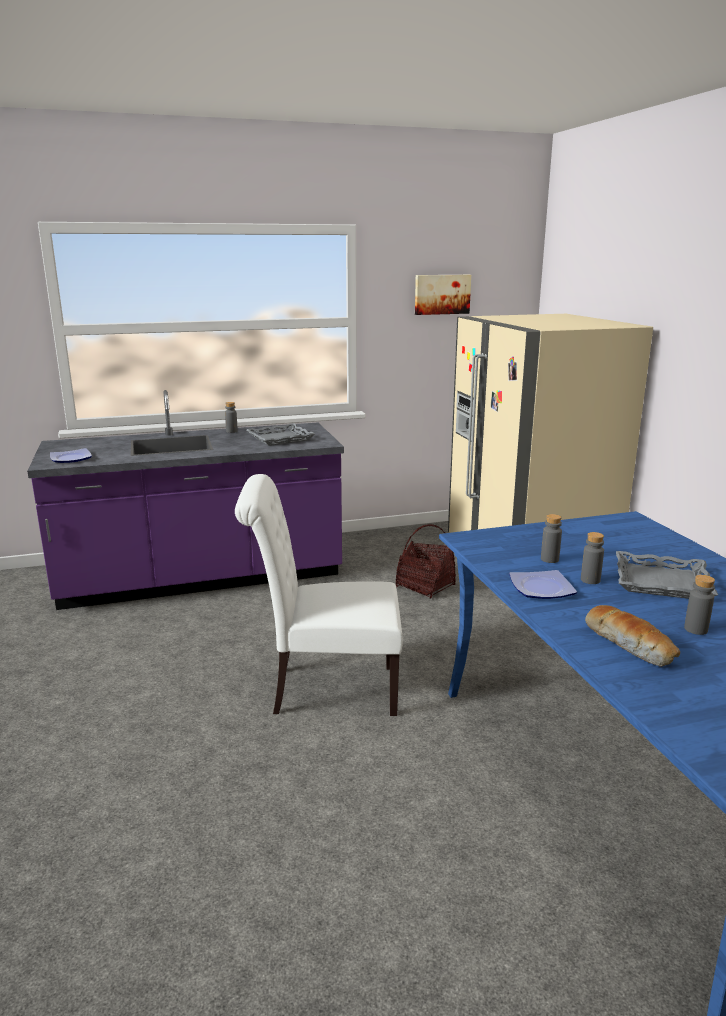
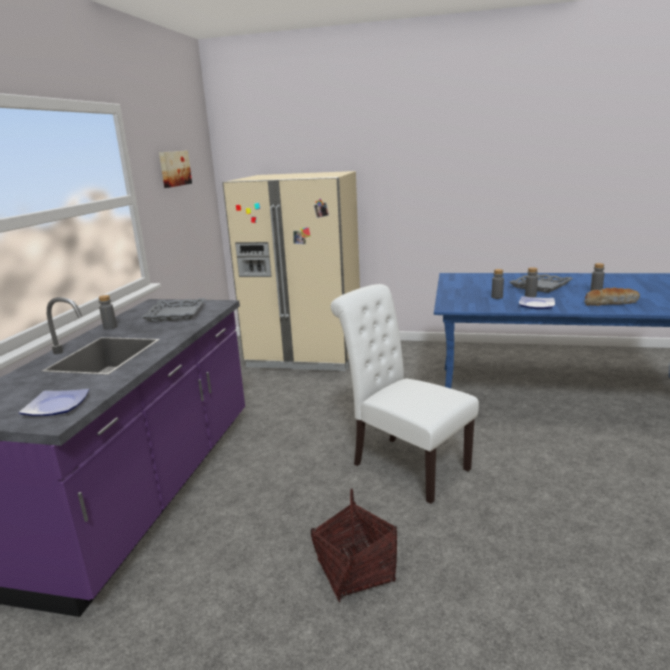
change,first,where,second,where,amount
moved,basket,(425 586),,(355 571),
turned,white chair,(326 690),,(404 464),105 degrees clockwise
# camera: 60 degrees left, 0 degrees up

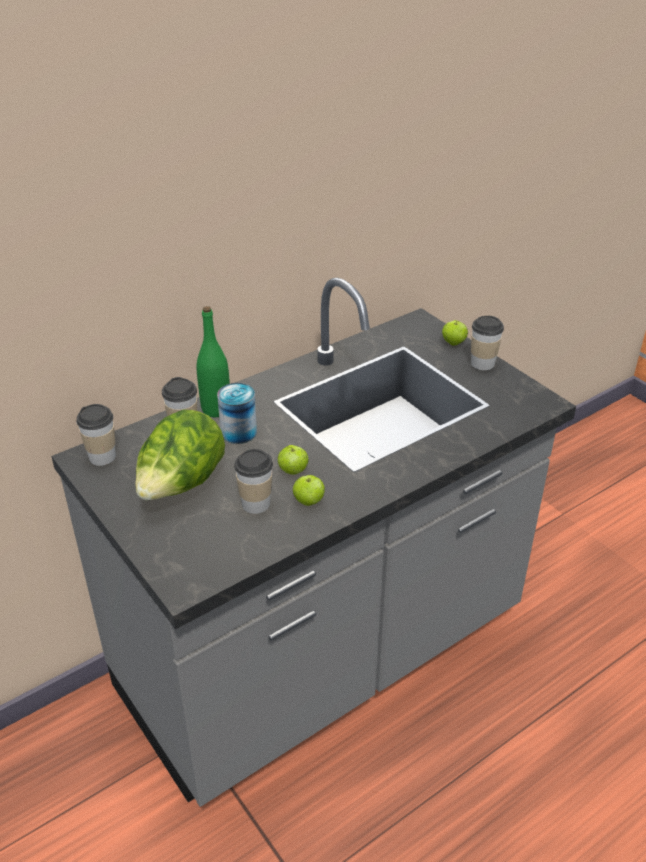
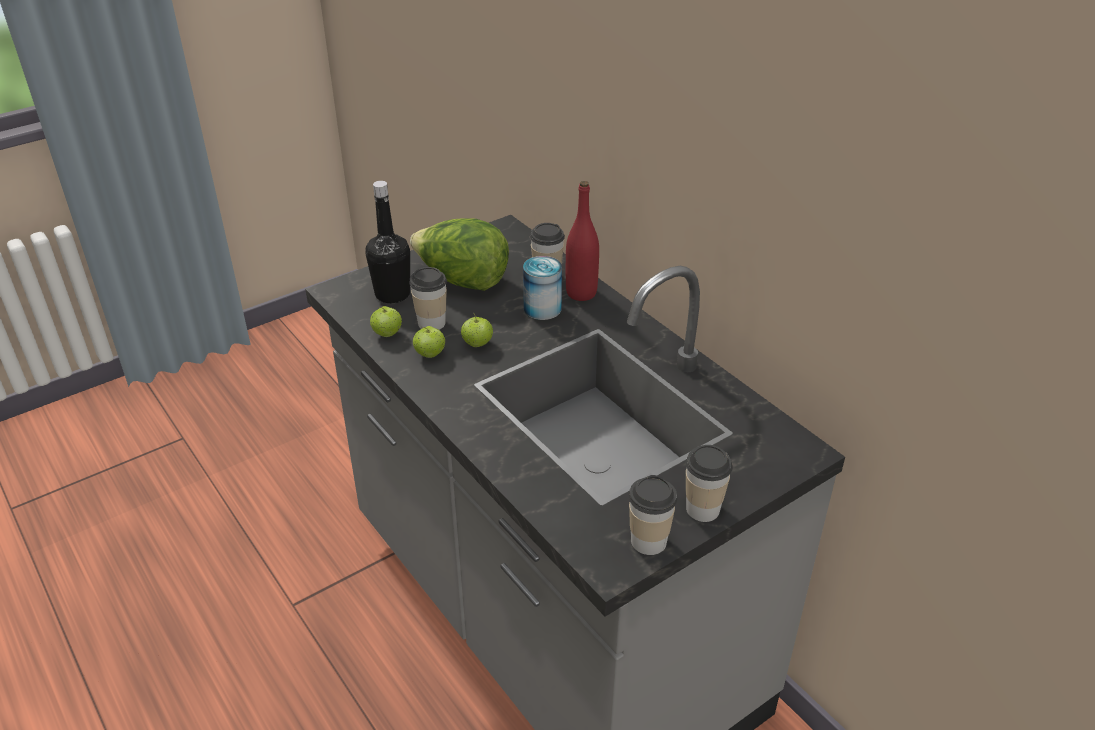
change,first,where,second,where,amount
added,,,black bottle,(392 294),
moved,cup,(102 457),,(648 541),
moved,apple,(453 343),,(387 334),
recoloured,green bottle,(216 409),red bottle,(581 293),
# camera: 90 degrees right, 0 degrees up

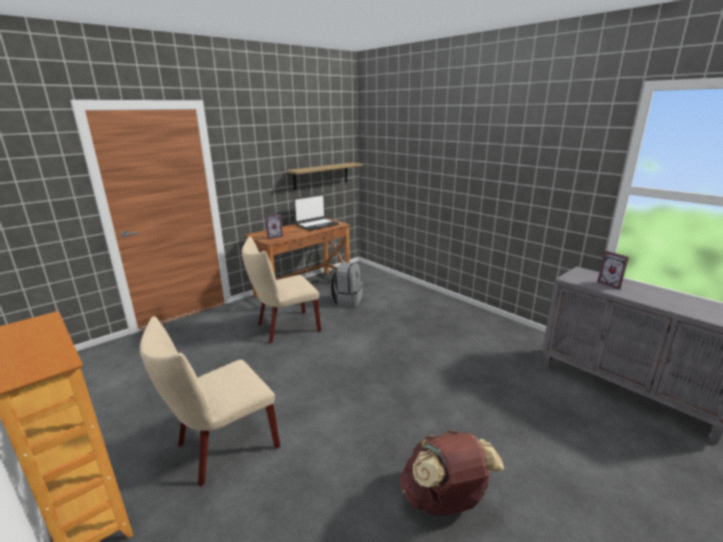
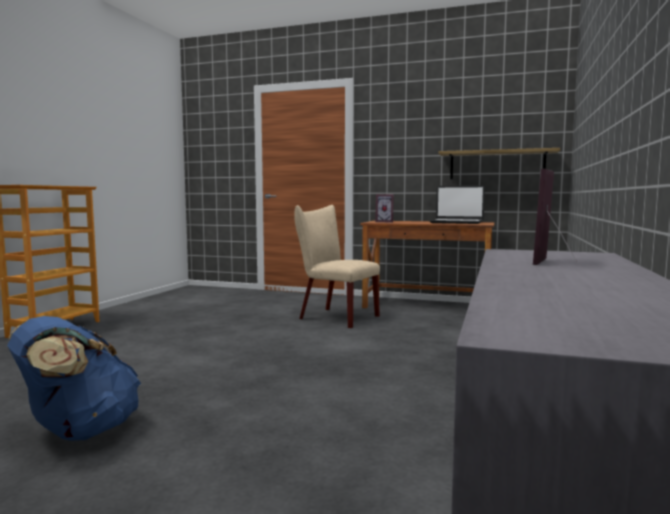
change,first,where,second,where,amount
removed,beige chair,(221 448),,,
removed,grey backpack,(347 300),,,
recoloured,brown backpack,(444 501),blue backpack,(79 432),
# camera: 60 degrees right, 15 degrees down

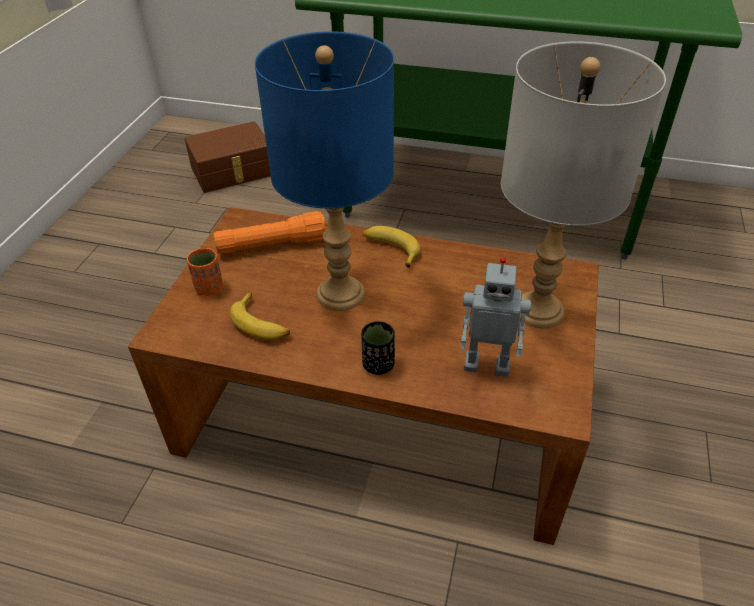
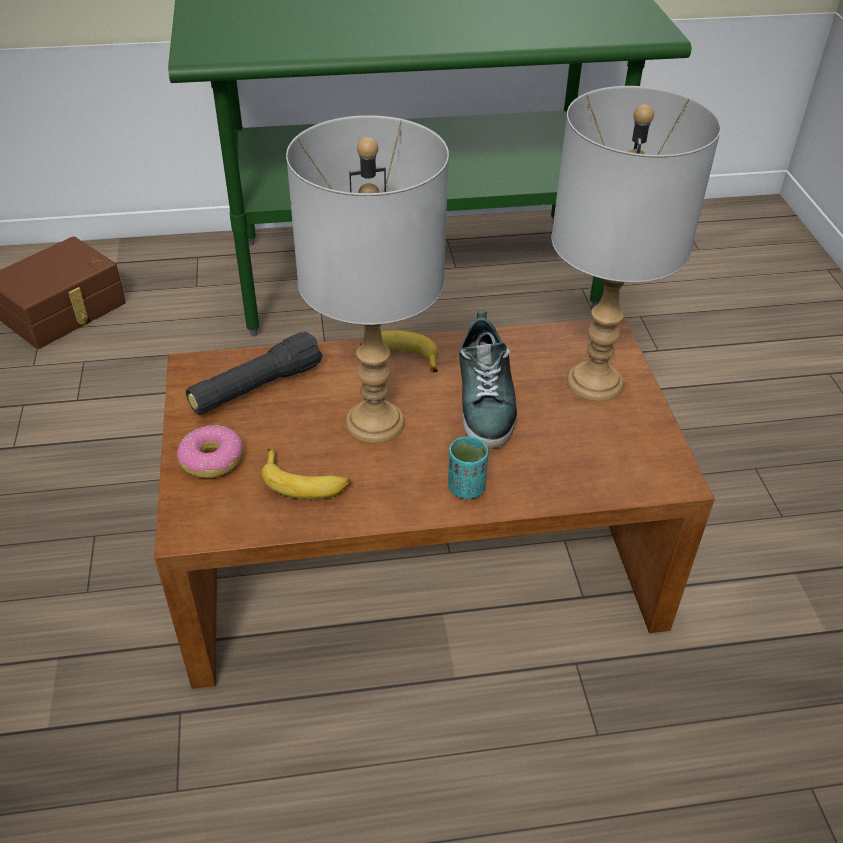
change,first,where,second,where,amount
removed,toy robot,(487 364),,,
added,,,shoe,(486 400),
replaced,orange cup,(209 288),donut,(212 459),
recoloured,orange flashlight,(272 245),black flashlight,(256 388),
recoloured,blue table lamp,(340 293),grey table lamp,(374 421),
recoloured,black cup,(378 365),turquoise cup,(466 487),
# camera: 25 degrees left, 0 degrees up

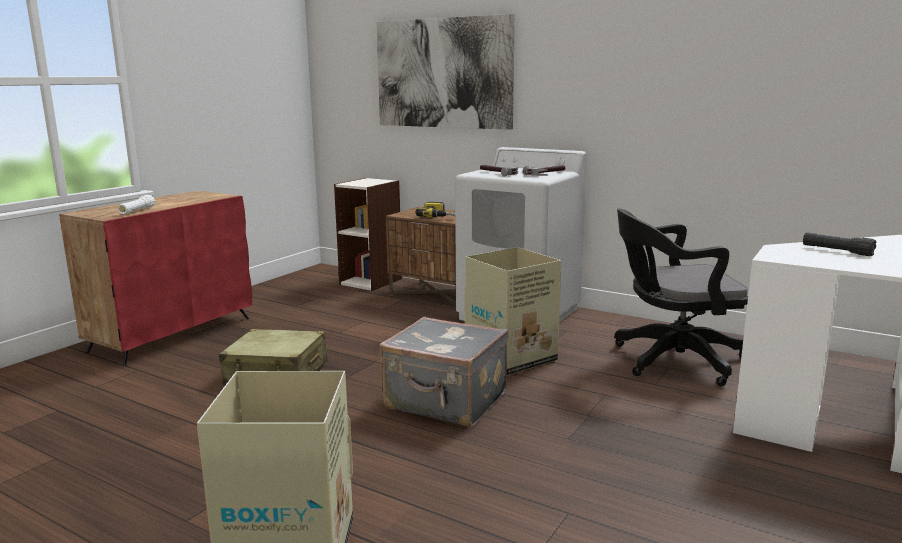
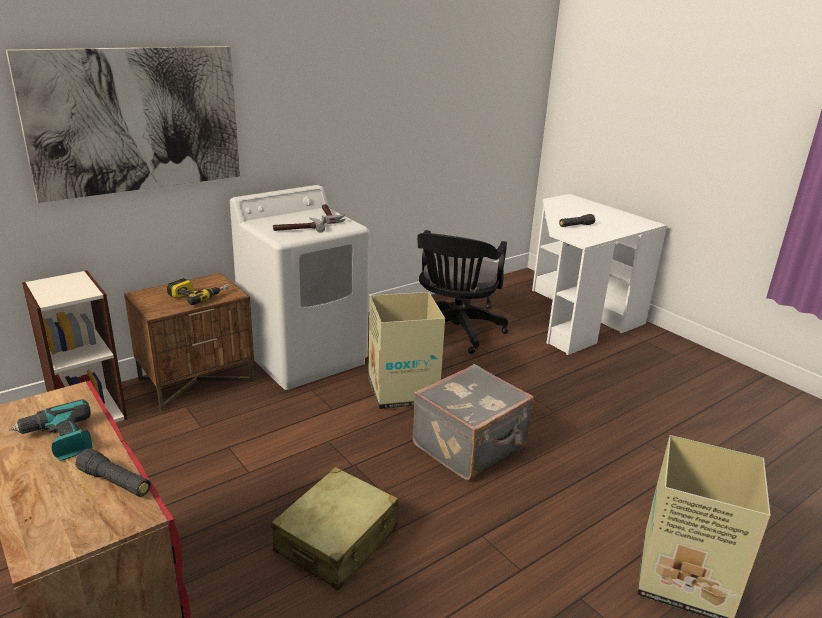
change,first,where,second,where,amount
added,,,power drill,(59 440),
recoloured,white flashlight,(137 211),black flashlight,(115 482),
# camera: 70 degrees left, 10 degrees up

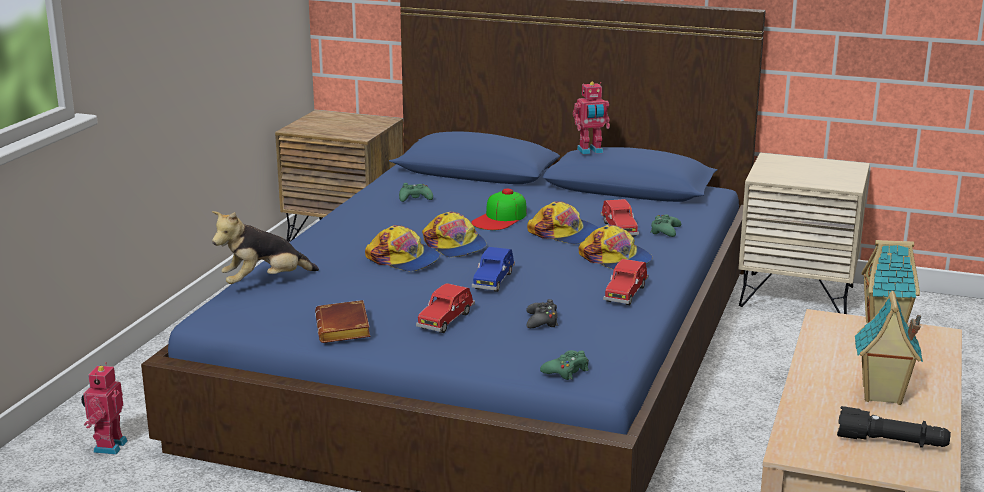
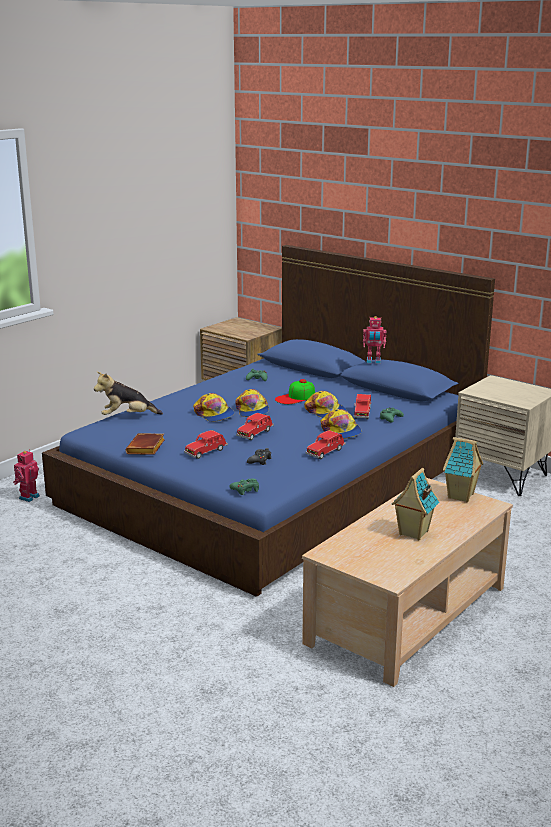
change,first,where,second,where,amount
removed,black flashlight,(891 443),,,
recoloured,blue toy car,(494 281),red toy car,(255 433),
# camera: 20 degrees right, 0 degrees up

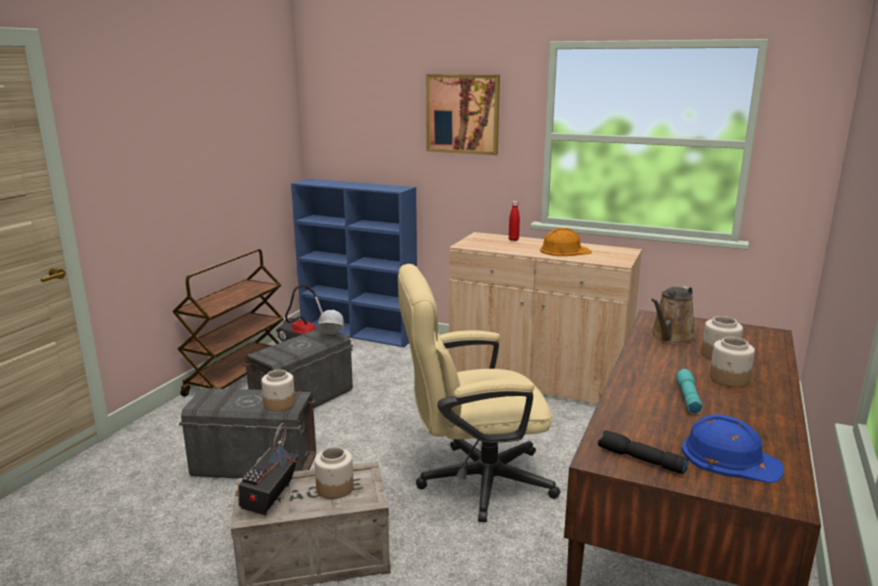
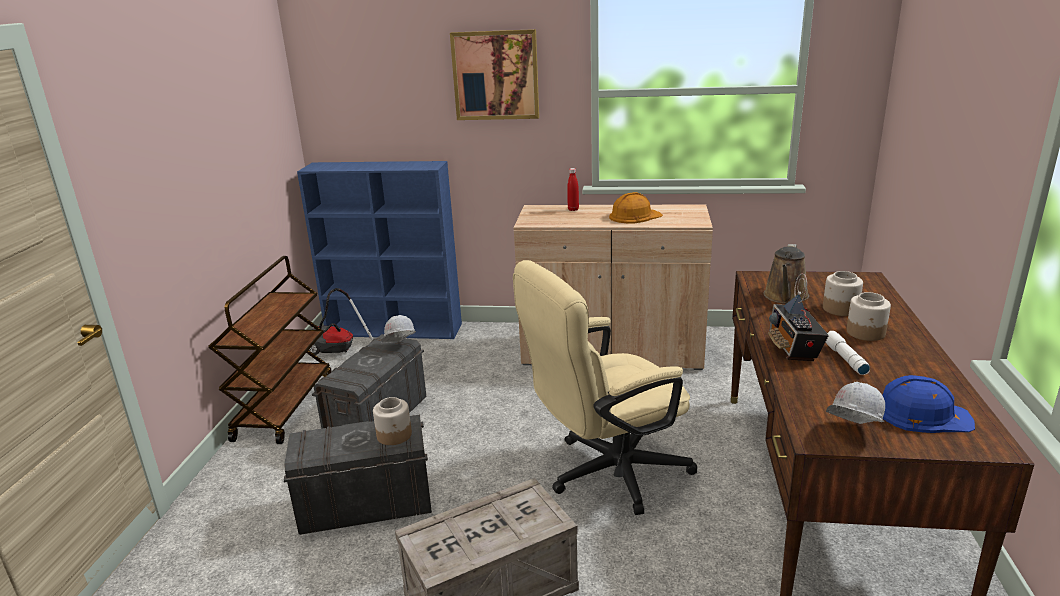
change,first,where,second,where,amount
removed,jar,(335 487),,,
moved,radio,(268 498),,(793 349),
replaced,black flashlight,(640 460),white hard hat,(851 433),
recoloured,turquoise flashlight,(687 397),white flashlight,(844 359),
# camera: 15 degrees left, 5 degrees up

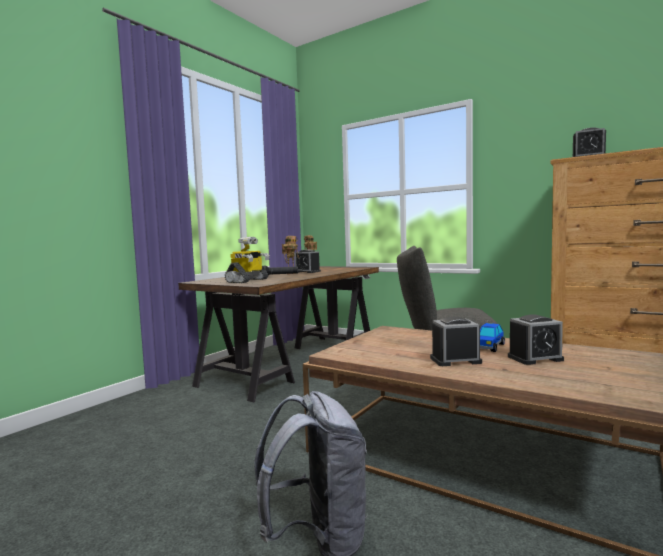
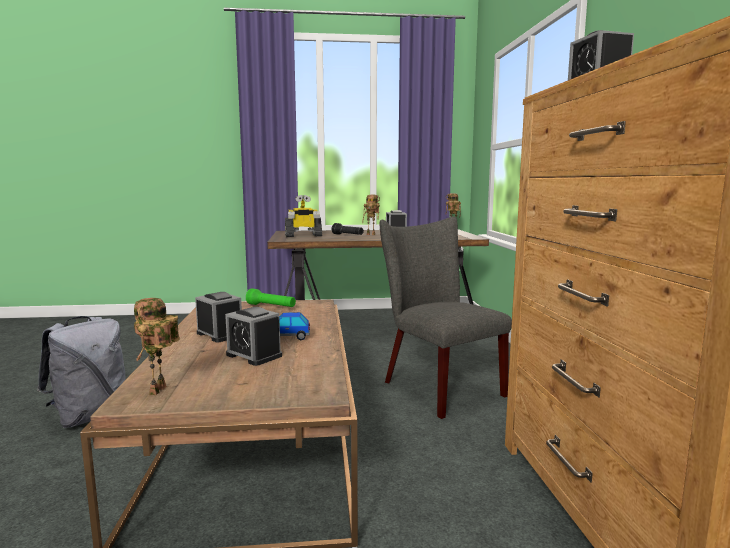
change,first,where,second,where,amount
added,,,toy robot,(159 391),
added,,,green flashlight,(271 306),
# camera: 50 degrees right, 5 degrees up

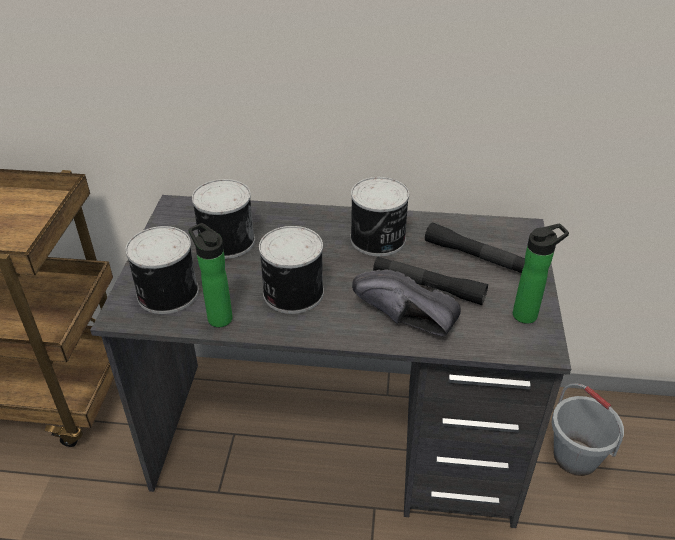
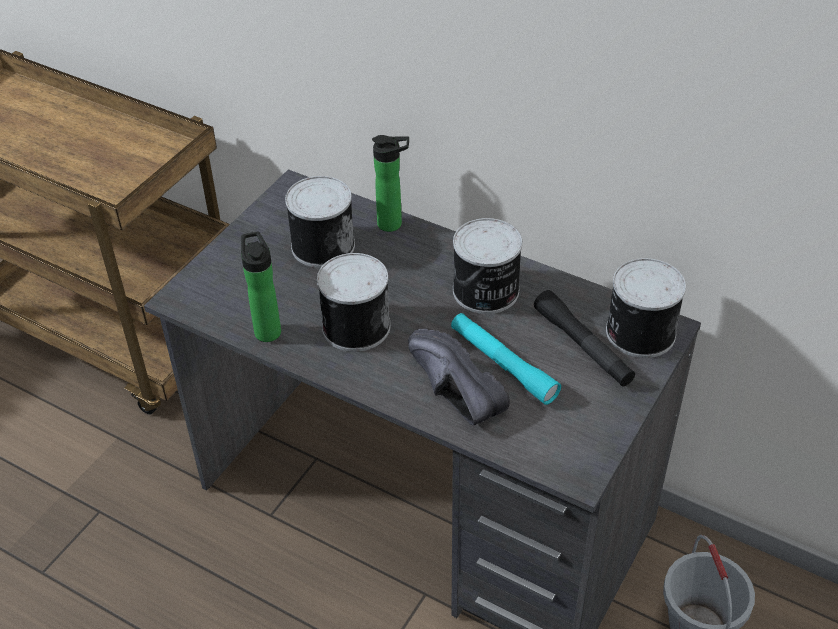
change,first,where,second,where,amount
moved,can,(166 293),,(638 332),
moved,bottle,(528 314),,(393 224),
recoloured,black flashlight,(428 286),turquoise flashlight,(503 364),
# camera: 25 degrees right, 5 degrees up

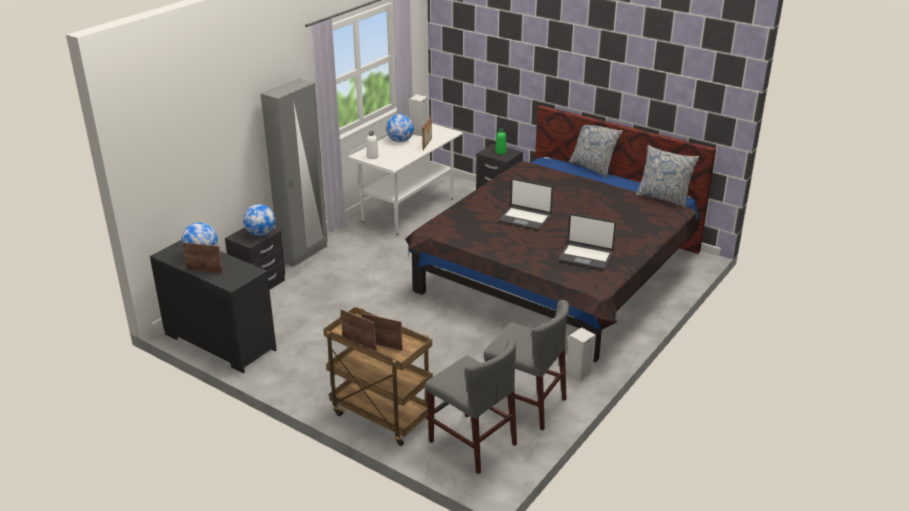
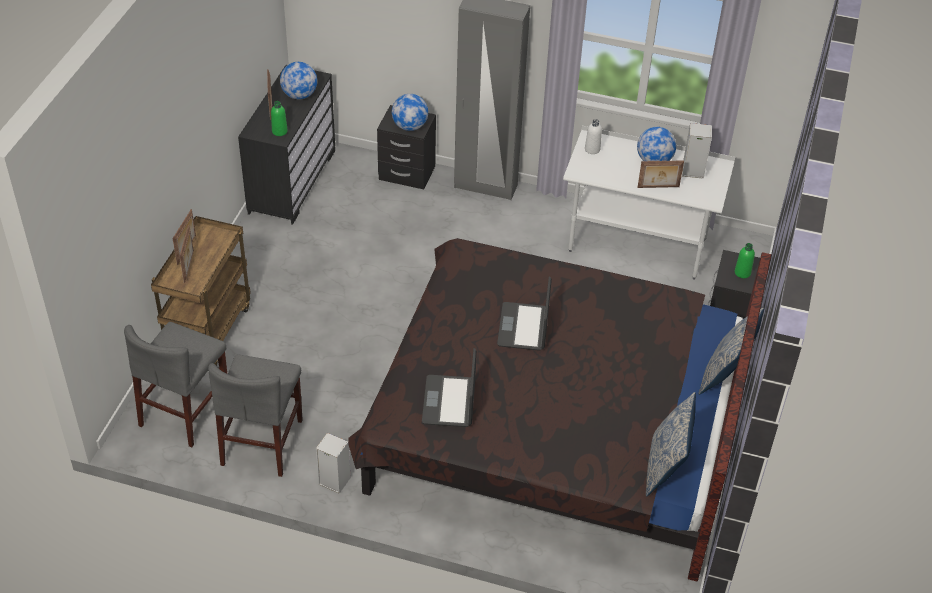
change,first,where,second,where,amount
added,,,green bottle,(279 131),
# camera: 70 degrees right, 15 degrees up

